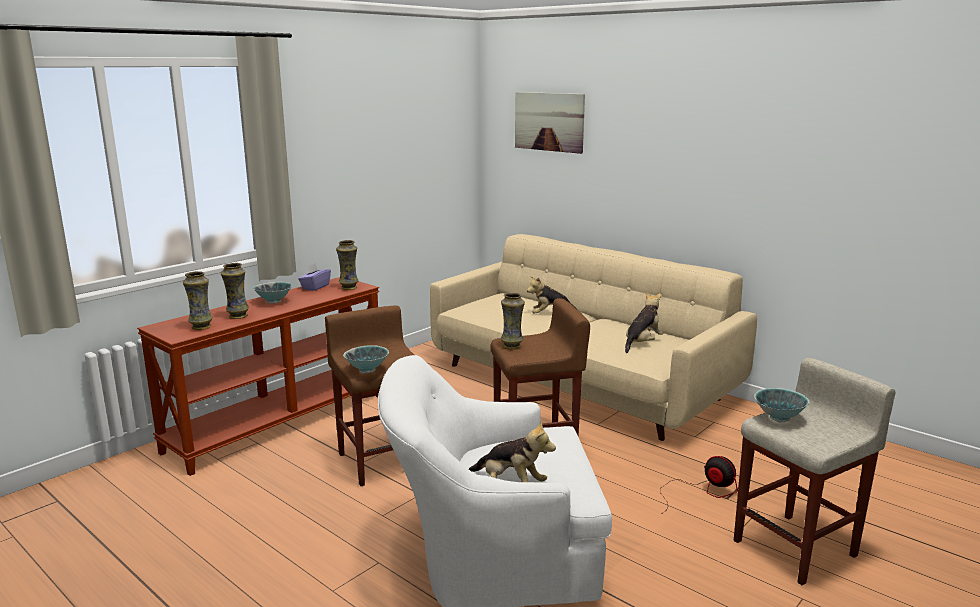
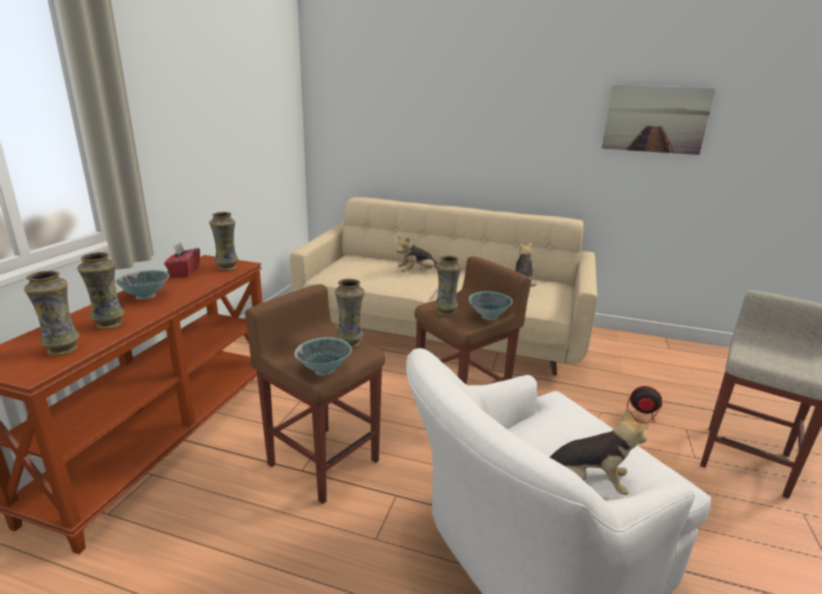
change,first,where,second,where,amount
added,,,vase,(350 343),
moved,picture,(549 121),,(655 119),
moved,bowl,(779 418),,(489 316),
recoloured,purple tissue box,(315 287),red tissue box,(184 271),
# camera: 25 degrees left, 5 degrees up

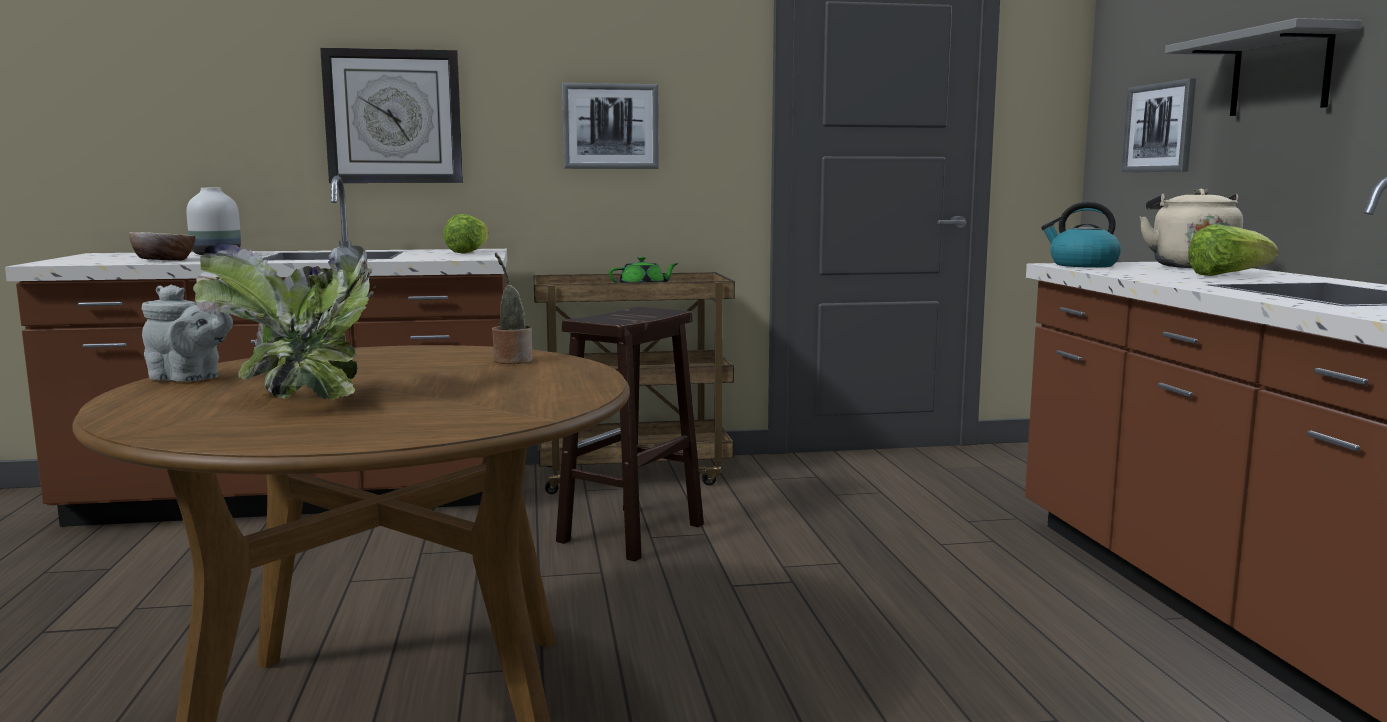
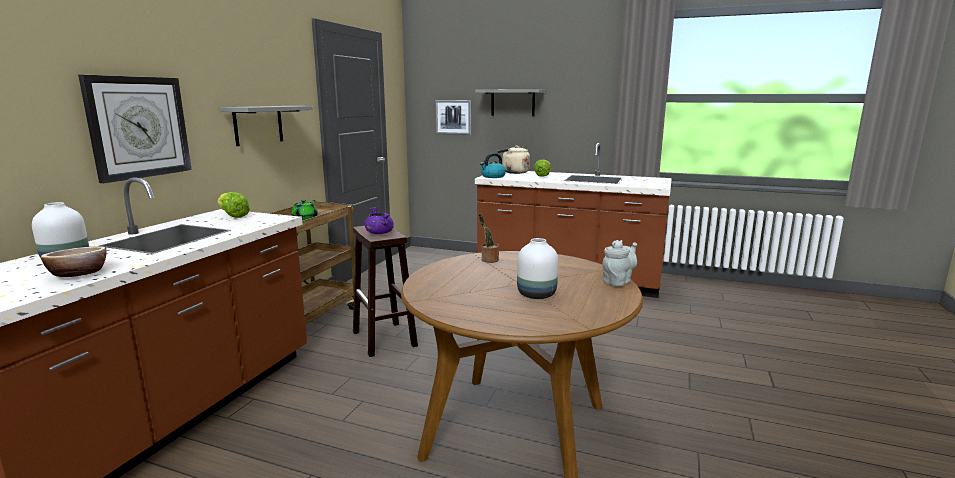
change,first,where,second,where,amount
added,,,purple cooking pot,(379 233),
moved,grey teapot,(189 379),,(618 281),
replaced,potted plant,(306 398),white vase,(536 295),
replaced,picture,(610 126),grey shelf,(258 125),
# camera: 60 degrees left, 5 degrees up

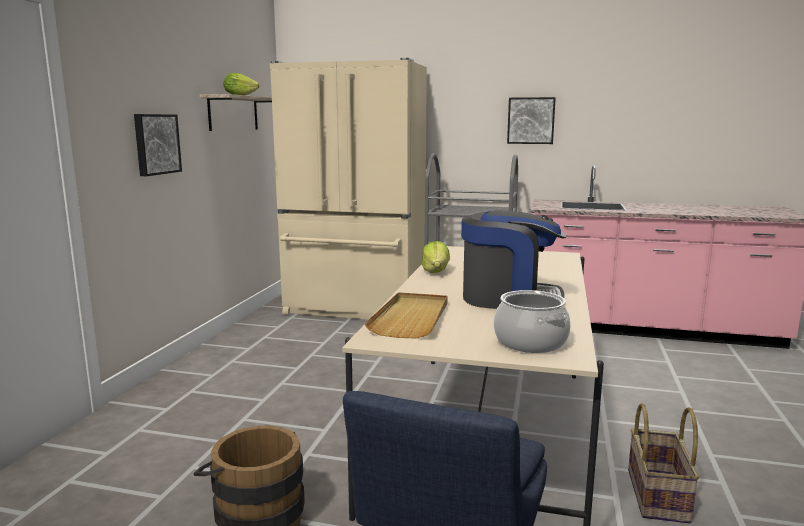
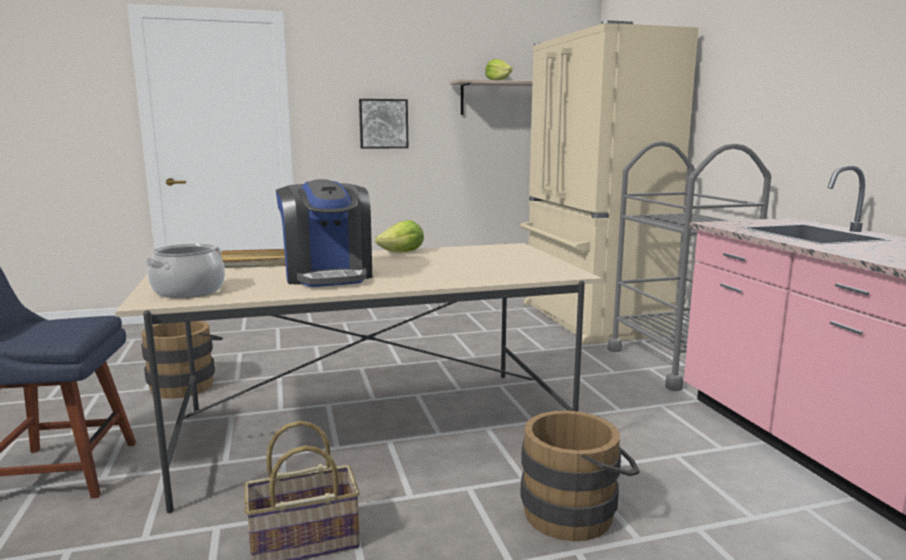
change,first,where,second,where,amount
removed,picture,(531 120),,,
added,,,brown bucket,(576 512),
# camera: 60 degrees right, 0 degrees up

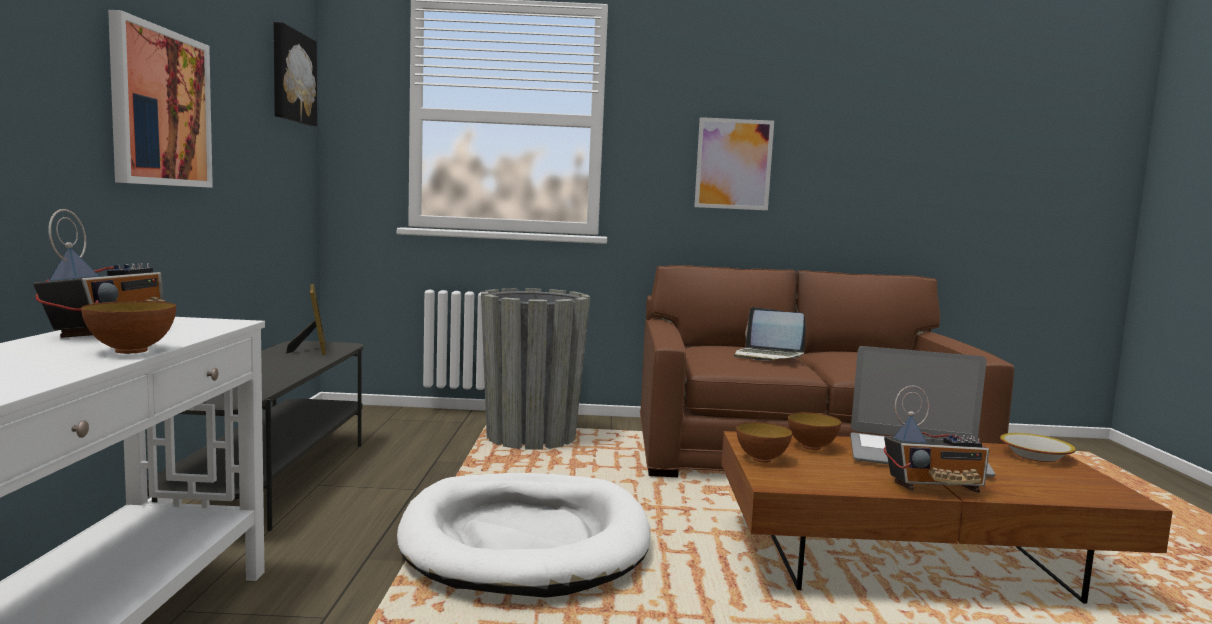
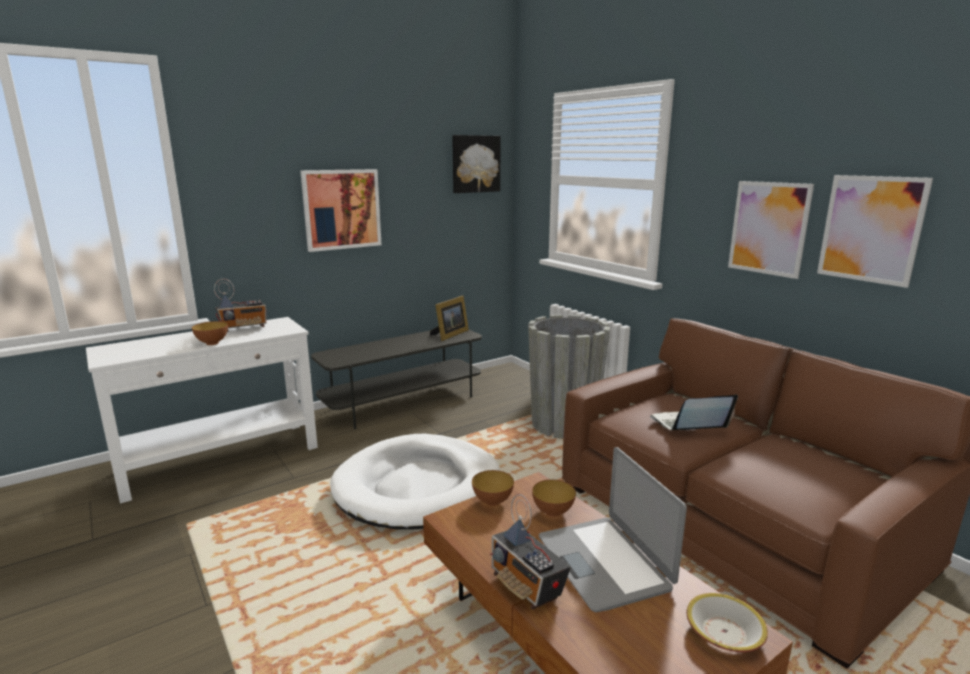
change,first,where,second,where,amount
added,,,picture,(870 229),
turned,laptop,(767 356),,(688 425),75 degrees clockwise
# camera: 55 degrees right, 10 degrees up

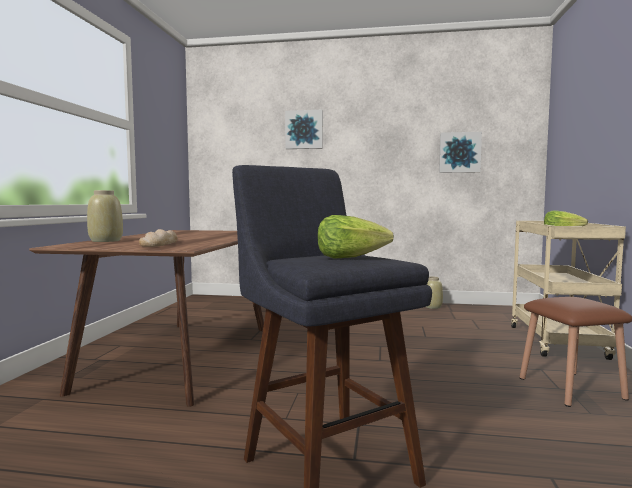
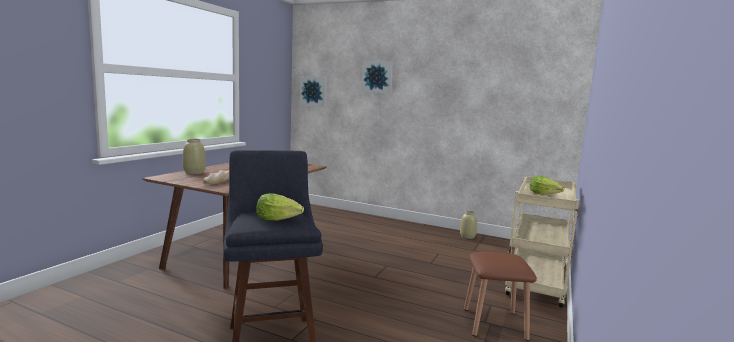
change,first,where,second,where,amount
moved,picture,(459 152),,(314 91),
# camera: 15 degrees right, 5 degrees up

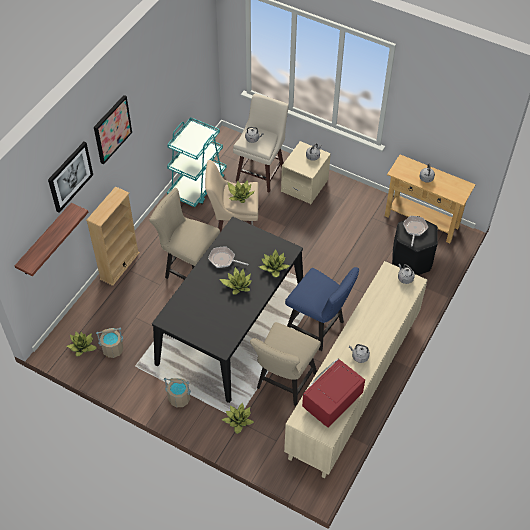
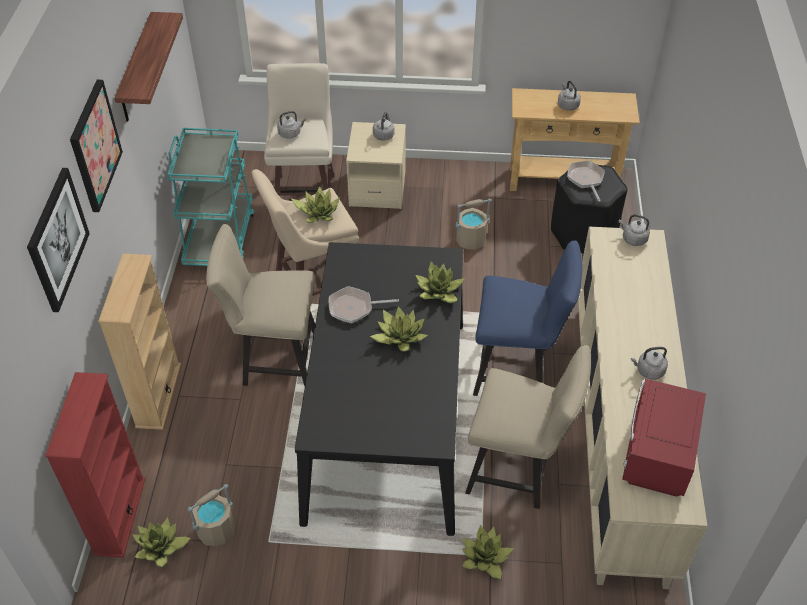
change,first,where,second,where,amount
added,,,red bookcase,(119 516),
moved,shelf,(45 240),,(137 69),
moved,beige bucket,(179 398),,(470 240),
turned,beige chair,(283 383),,(518 470),75 degrees counterclockwise
# camera: 25 degrees left, 5 degrees down

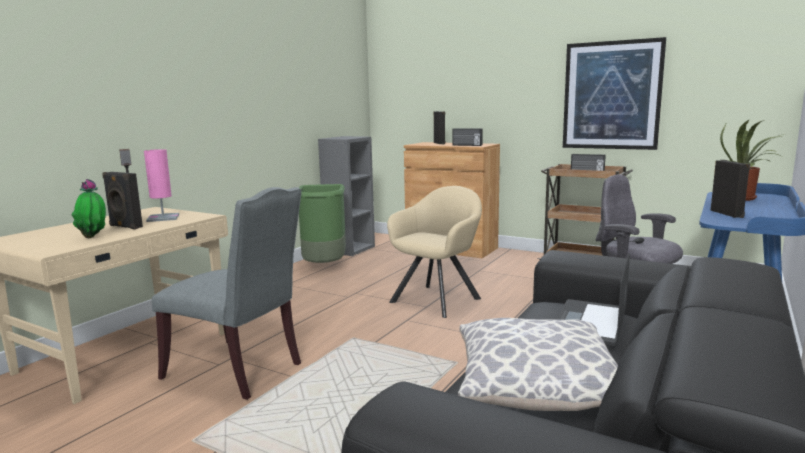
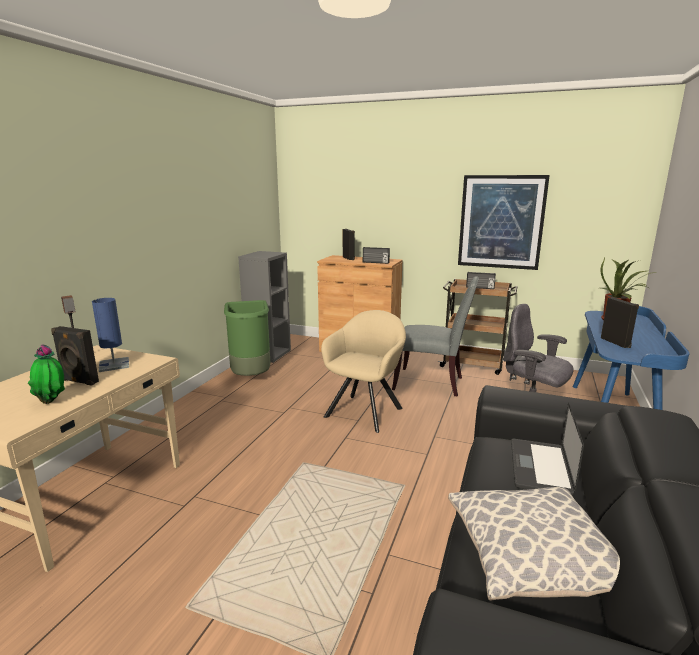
change,first,where,second,where,amount
moved,grey chair,(239 370),,(432 383),
recoloured,pink table lamp,(163 218),blue table lamp,(114 365),
# camera: 10 degrees left, 5 degrees up

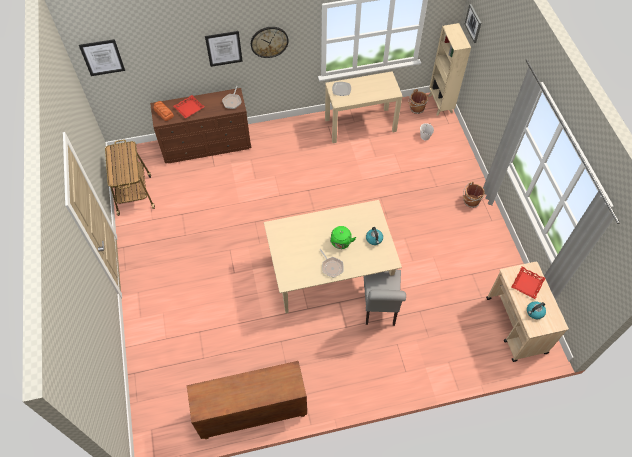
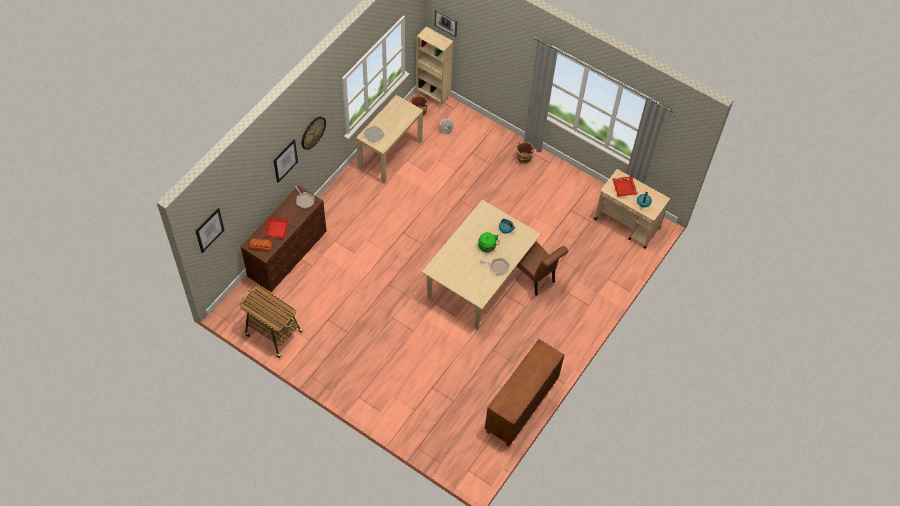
change,first,where,second,where,amount
recoloured,grey chair,(379 308),brown chair,(534 278),
# camera: 45 degrees left, 0 degrees up

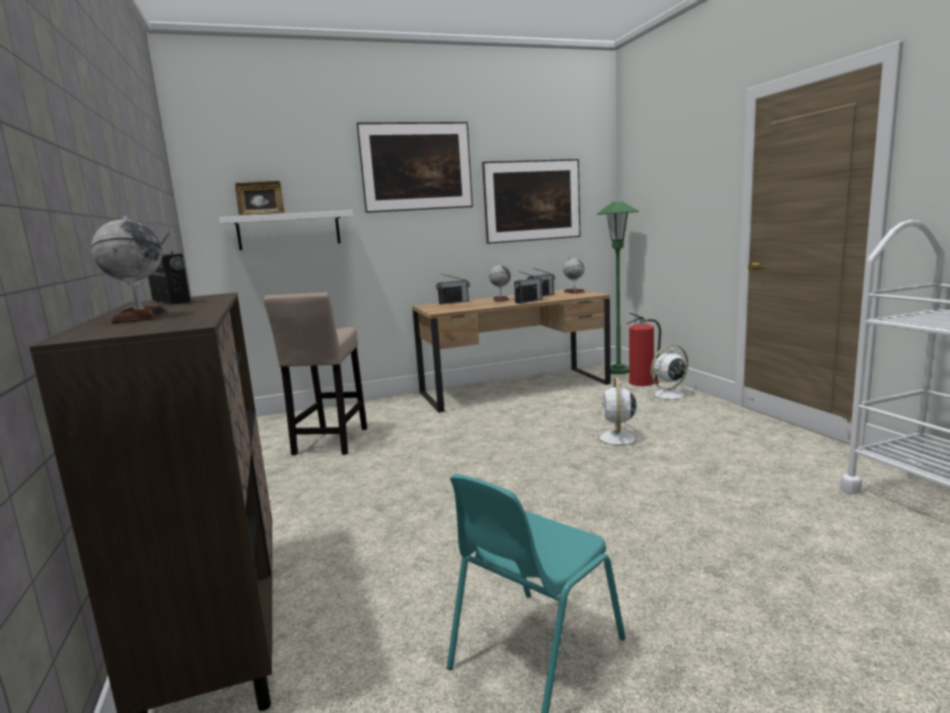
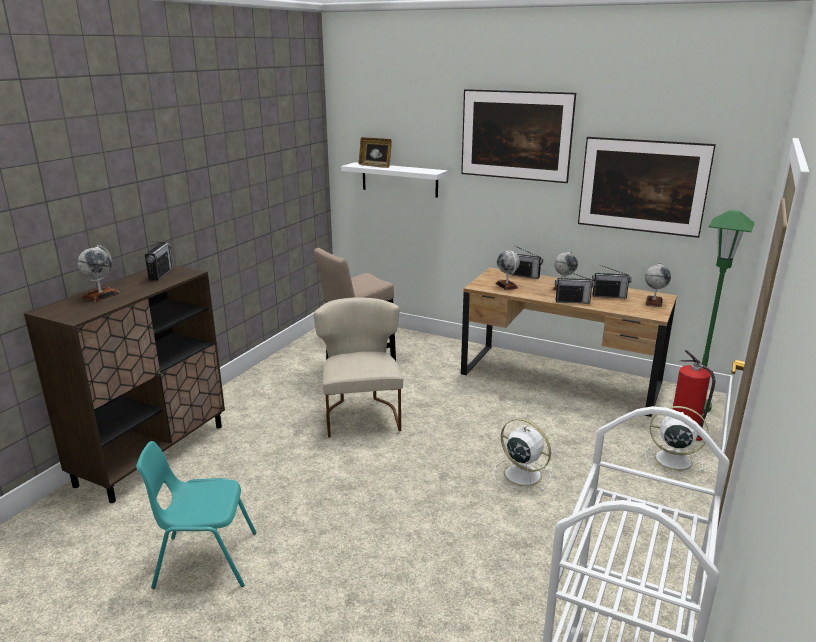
change,first,where,second,where,amount
added,,,beige chair,(361 414),
added,,,globe,(506 286),
turned,white fan,(617 439),,(521 474),75 degrees clockwise
# camera: 45 degrees right, 10 degrees up

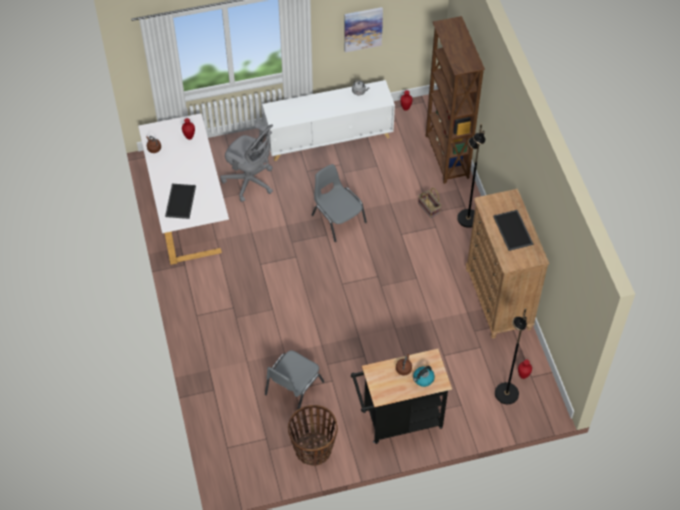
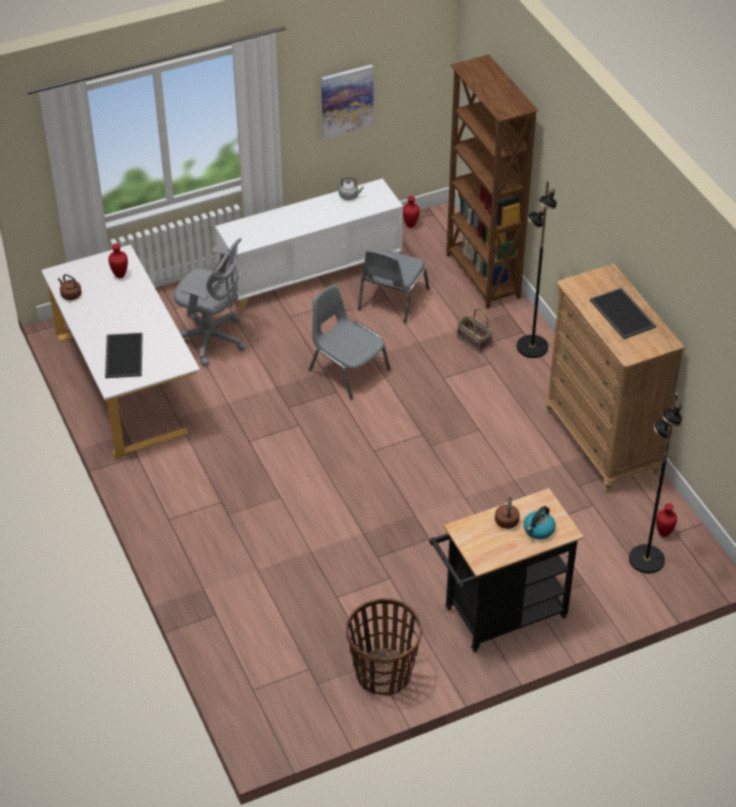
change,first,where,second,where,amount
moved,grey chair,(293 388),,(392 300),
# camera: 10 degrees left, 10 degrees down

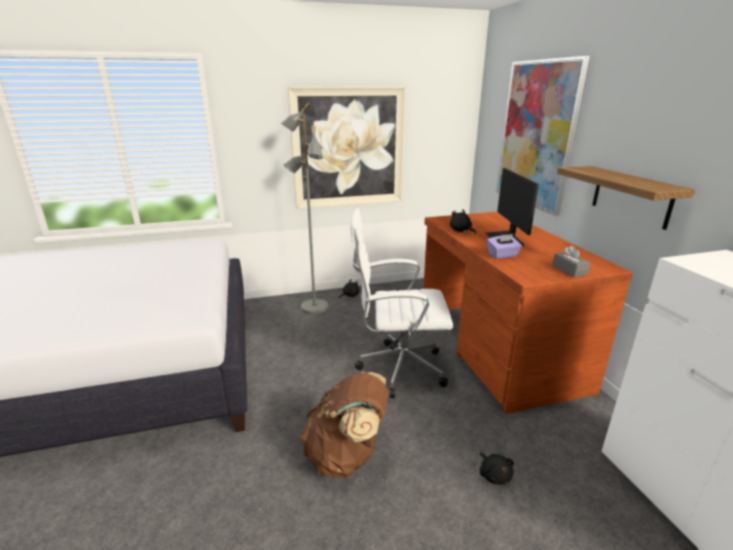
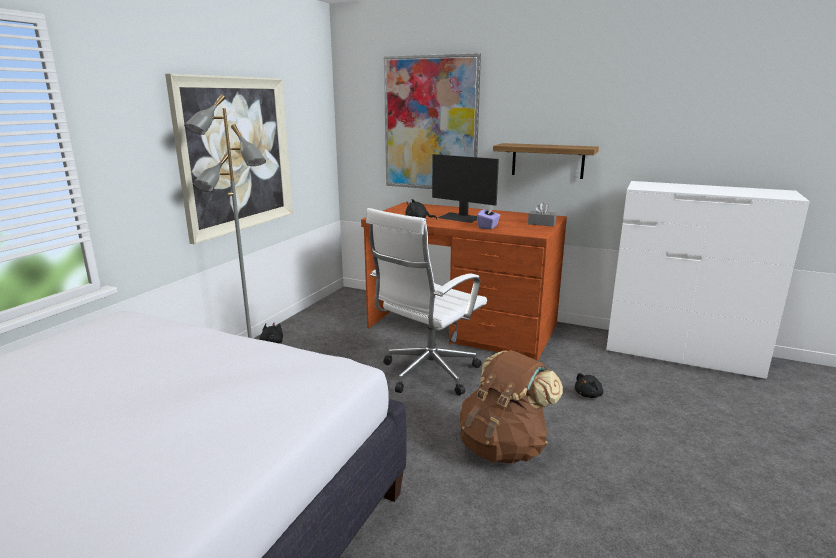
change,first,where,second,where,amount
turned,black plush toy,(494 475),,(589 395),120 degrees clockwise
# camera: 50 degrees left, 5 degrees down

